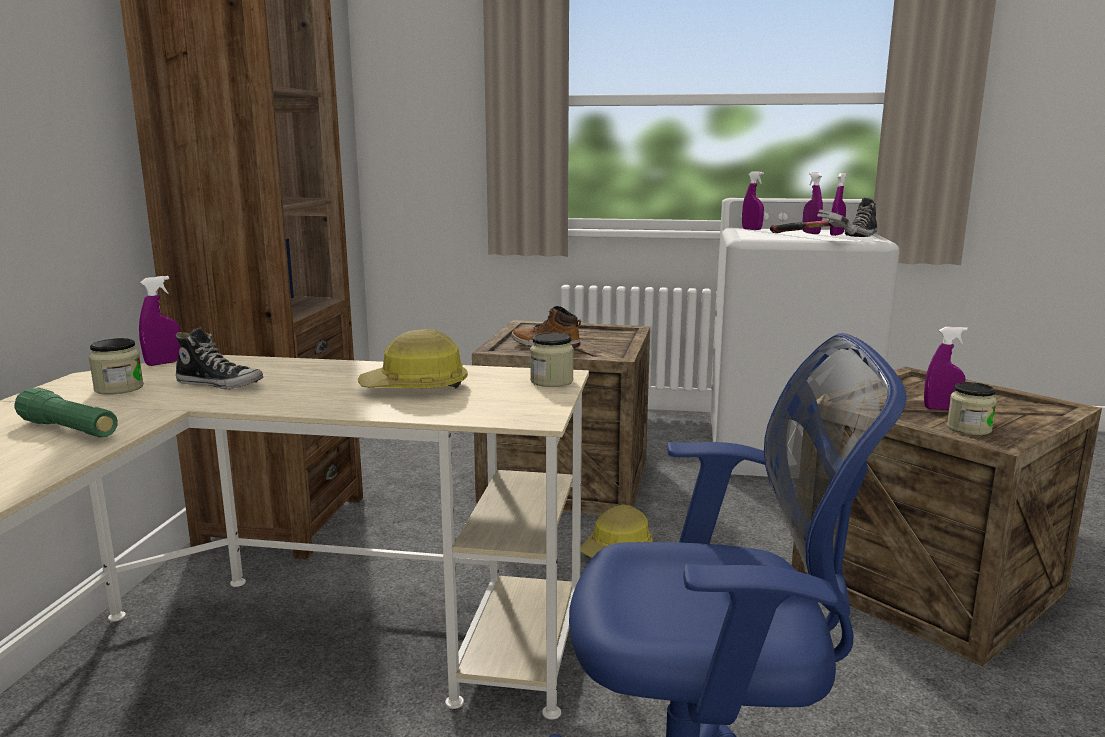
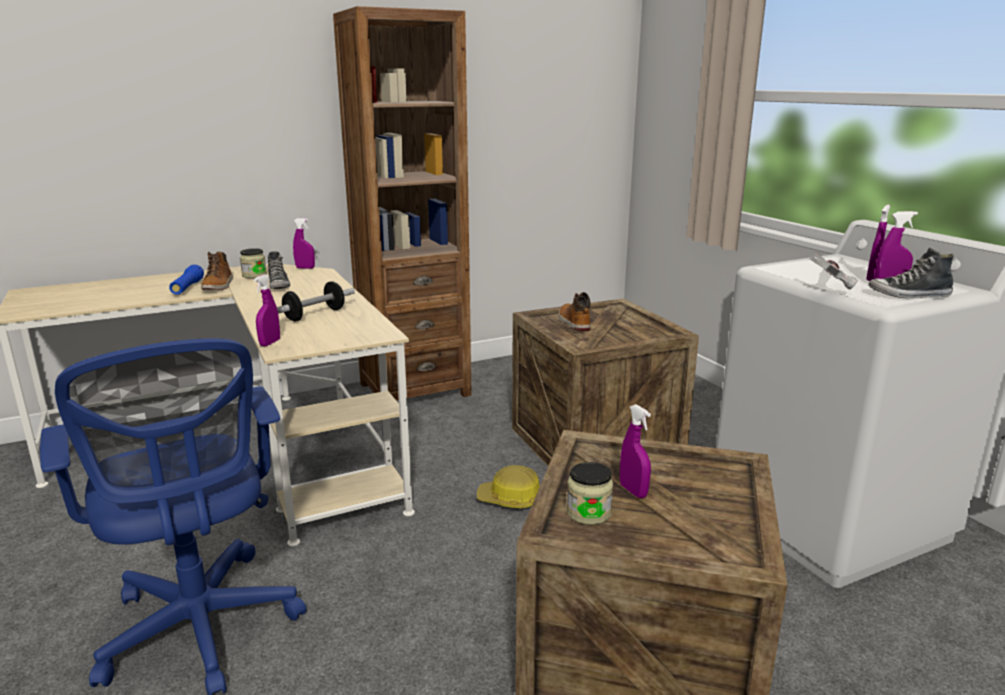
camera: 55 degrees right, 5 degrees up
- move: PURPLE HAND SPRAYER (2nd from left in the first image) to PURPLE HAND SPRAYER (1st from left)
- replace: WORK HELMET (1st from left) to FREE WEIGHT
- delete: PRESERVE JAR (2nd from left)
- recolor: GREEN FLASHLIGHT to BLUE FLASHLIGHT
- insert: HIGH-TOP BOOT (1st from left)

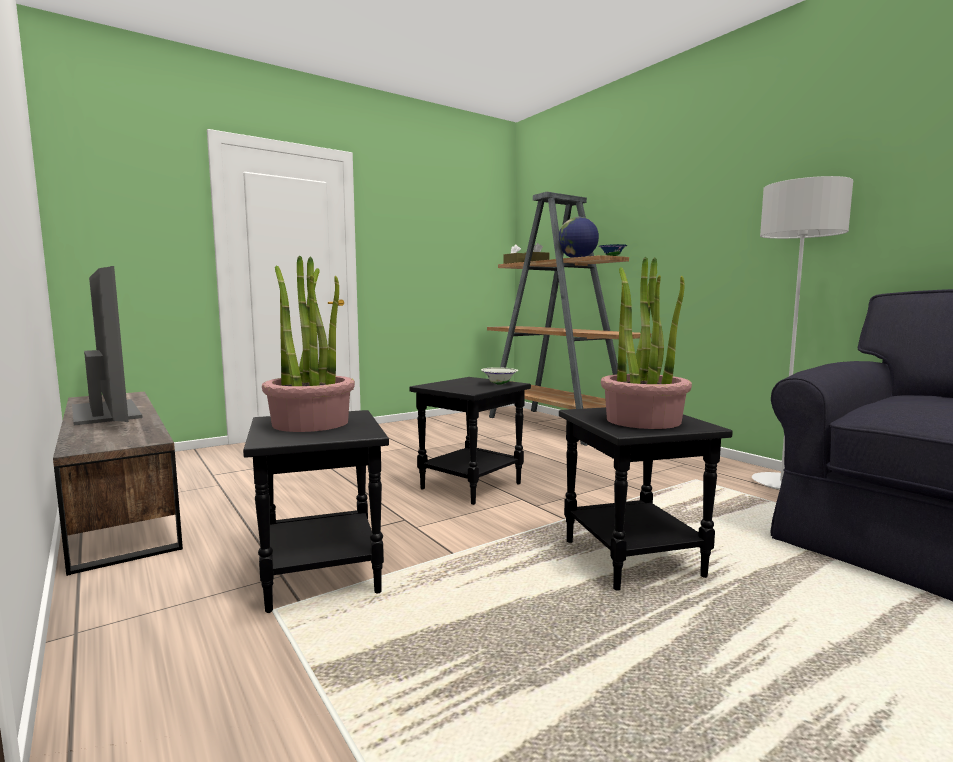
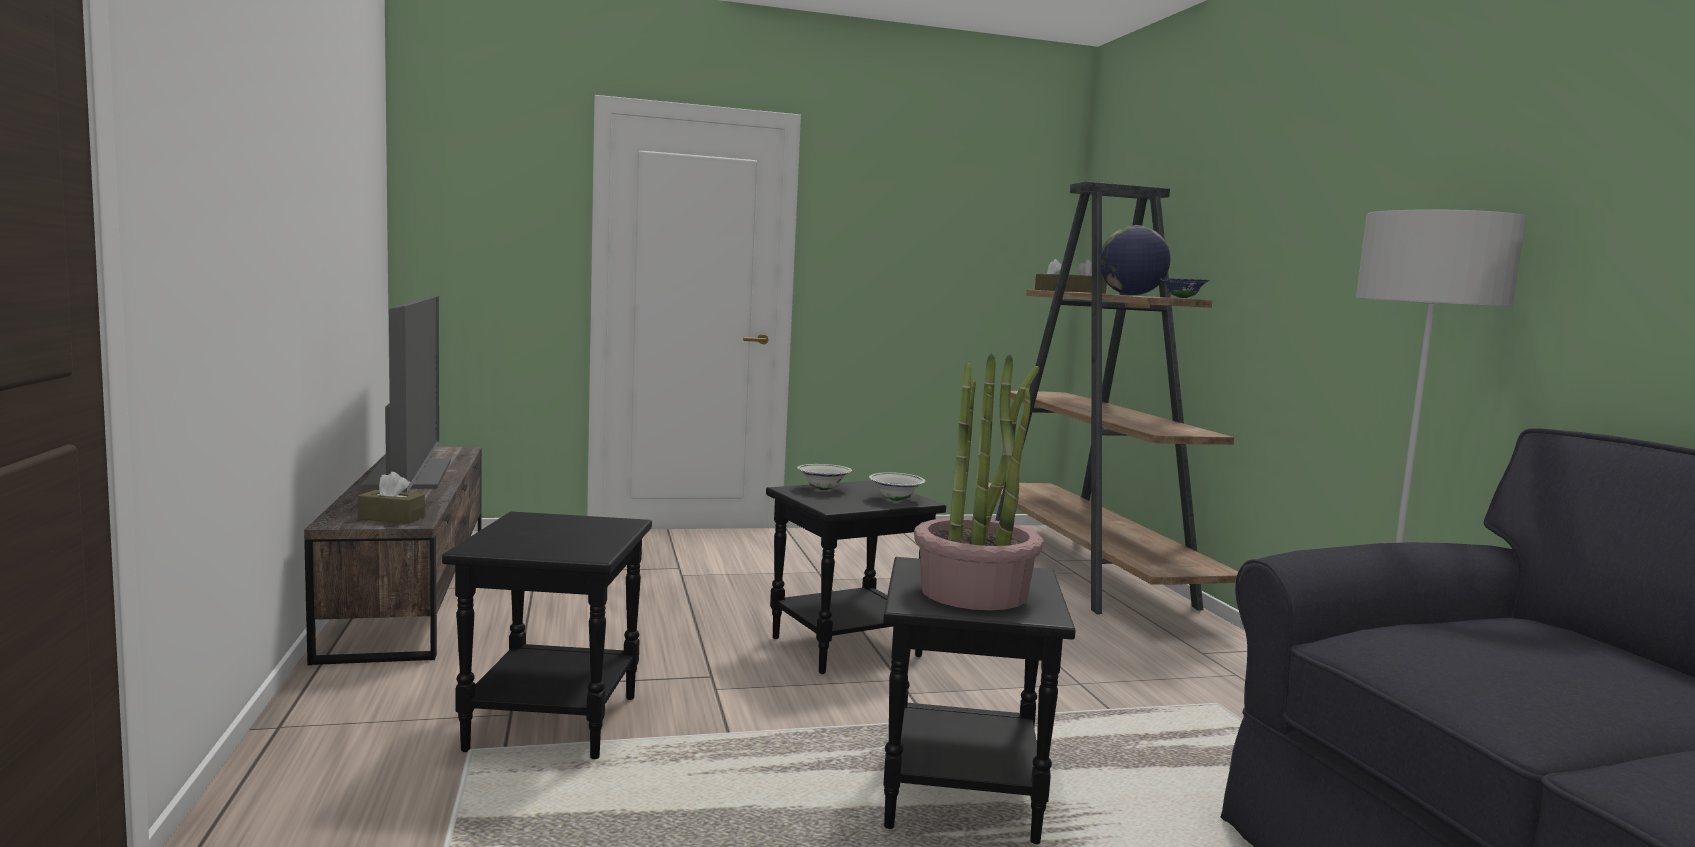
camera: 20 degrees right, 0 degrees up
- delete: PLANT IN A POT (1st from left)
- insert: WHITISH BOWL (1st from left)
- insert: BROWN TISSUE BOX (1st from left)

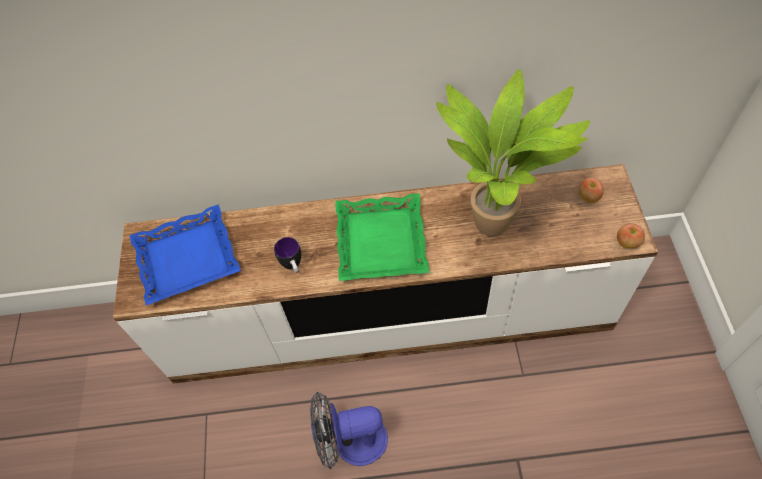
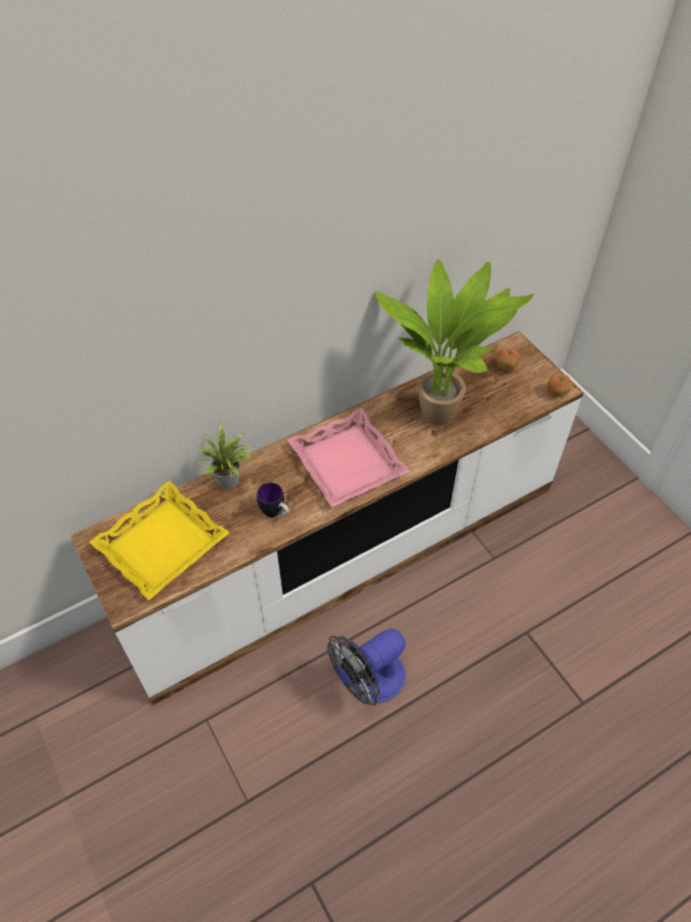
camera: 30 degrees left, 5 degrees down
- recolor: GREEN SERVING TRAY to PINK-COLOURED SERVING TRAY
- recolor: BLUE SERVING TRAY to YELLOW-COLOURED SERVING TRAY
- insert: PLANT IN A POT (1st from left)

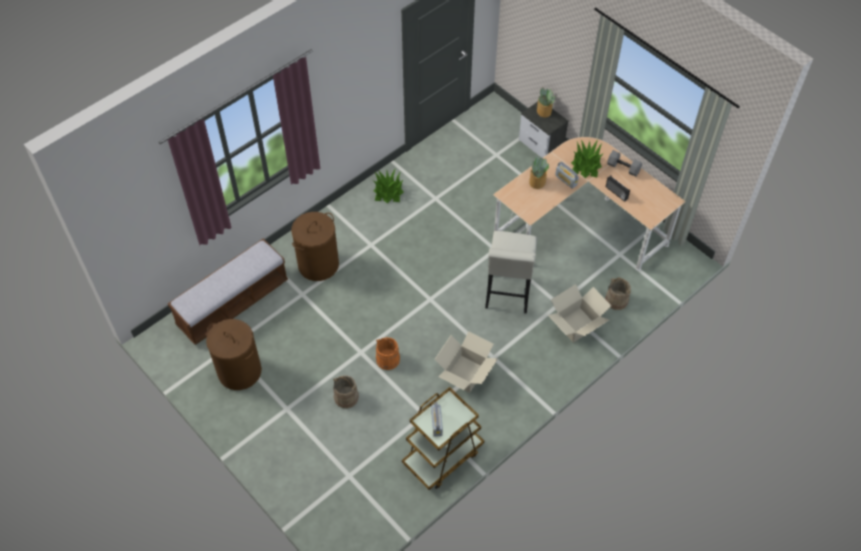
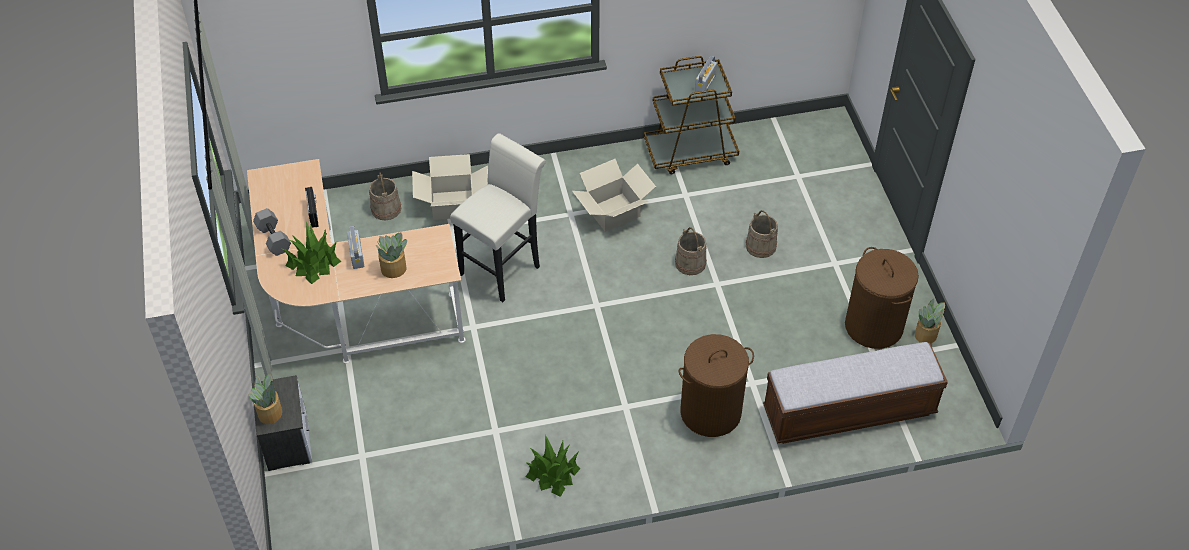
camera: 150 degrees left, 5 degrees down
- recolor: ORANGE PAIL to BEIGE PAIL (2nd from left)
- insert: PLANT IN A POT (5th from left)

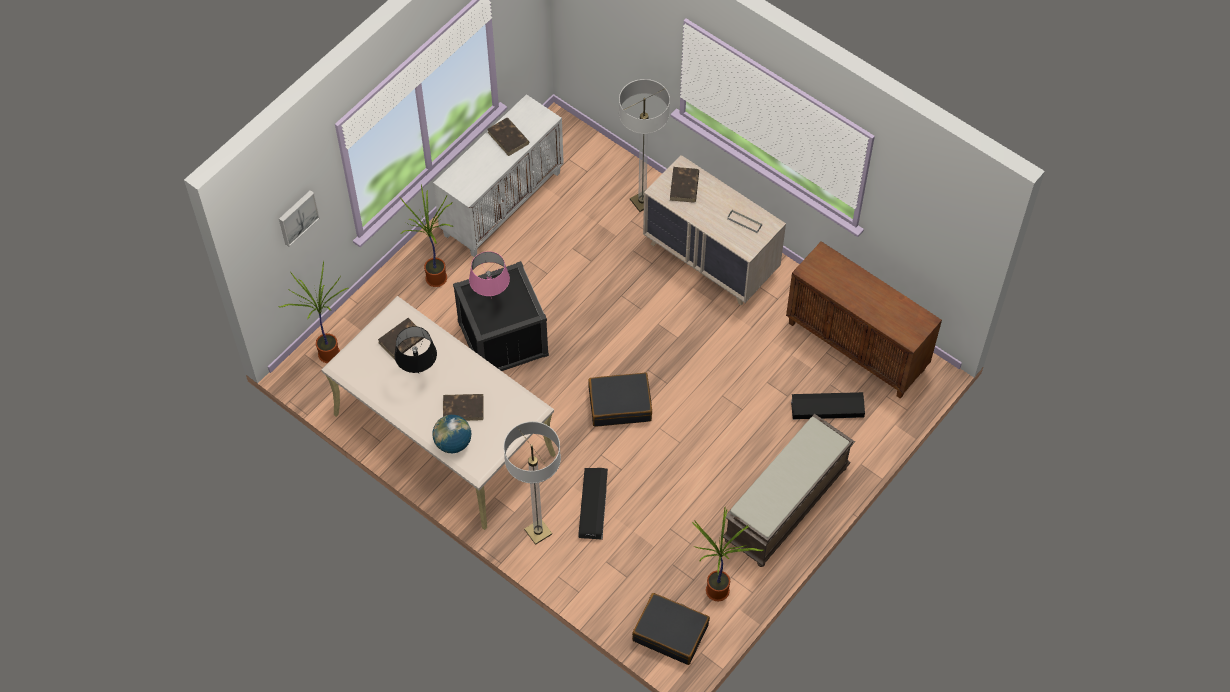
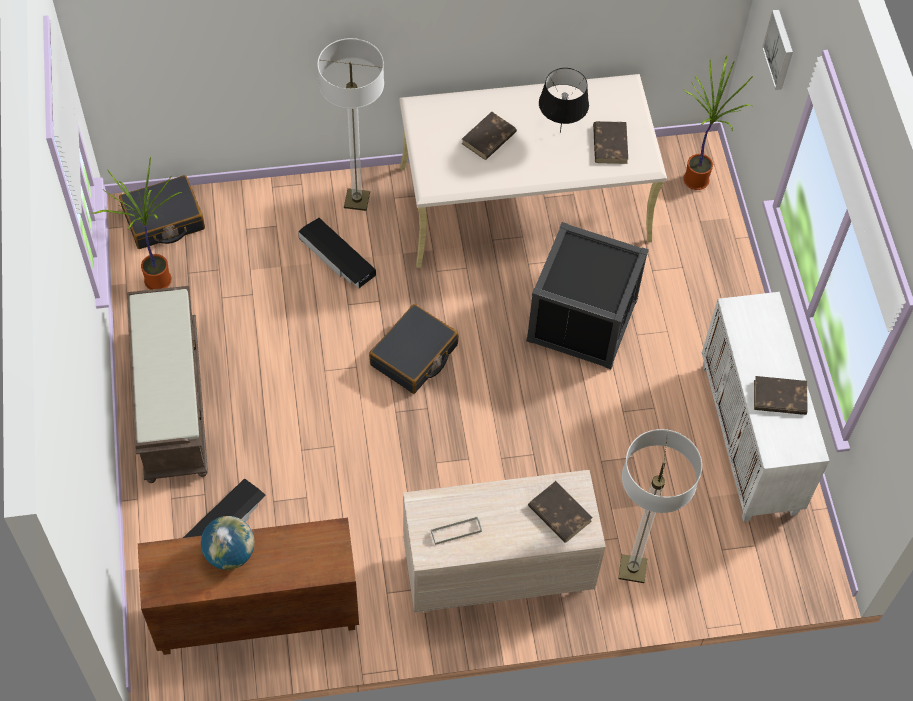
camera: 130 degrees right, 0 degrees up
- delete: PLANT IN A POT (2nd from left)
- delete: PINK-COLOURED TABLE LAMP
- move: GLOBE

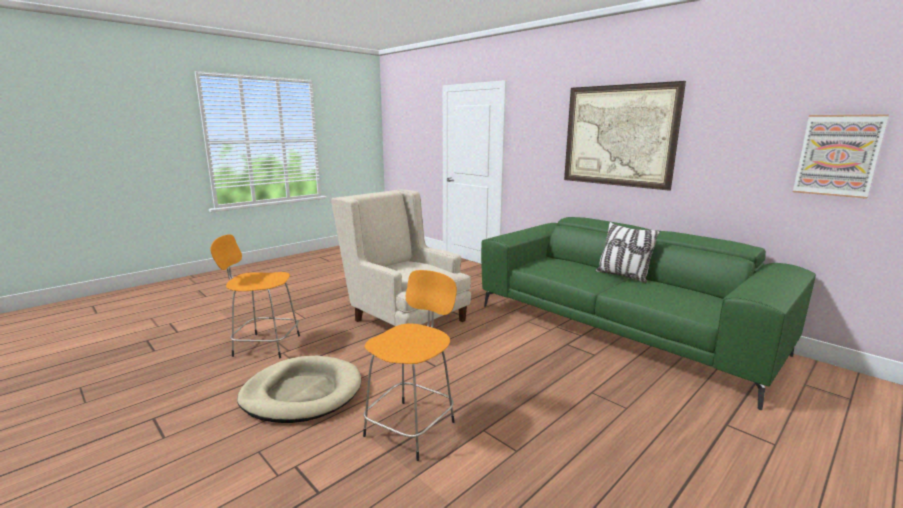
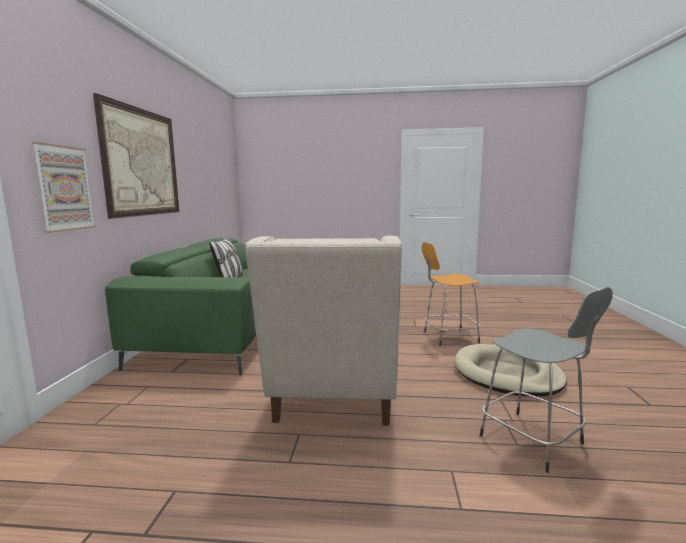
camera: 130 degrees left, 5 degrees down
- move: WALL ART (2nd from left in the first image) to WALL ART (1st from left)
- recolor: ORANGE STOOL (1st from left) to GREYISH STOOL

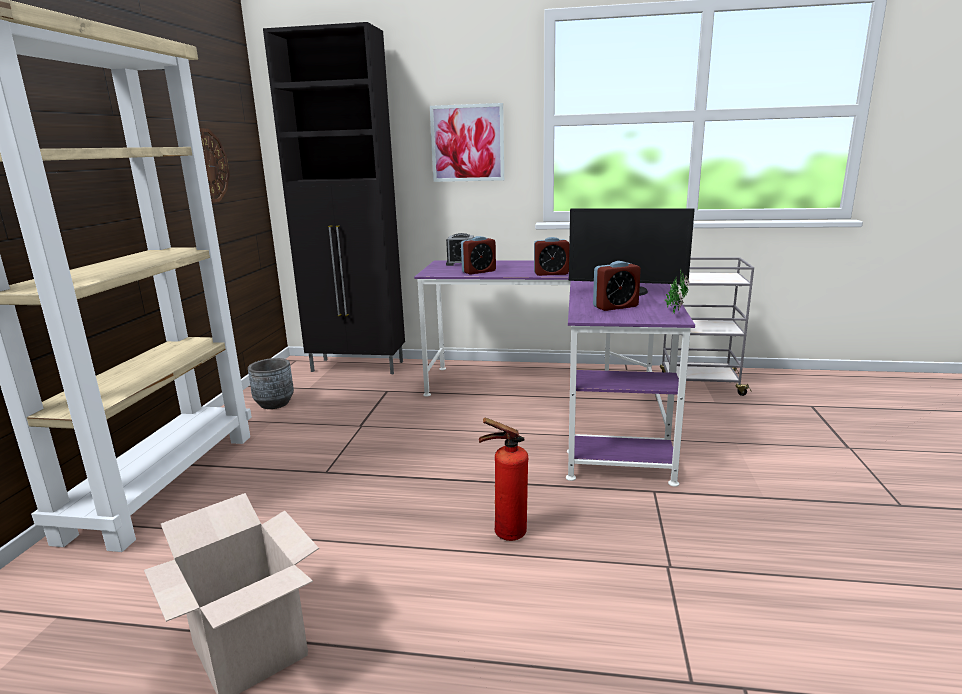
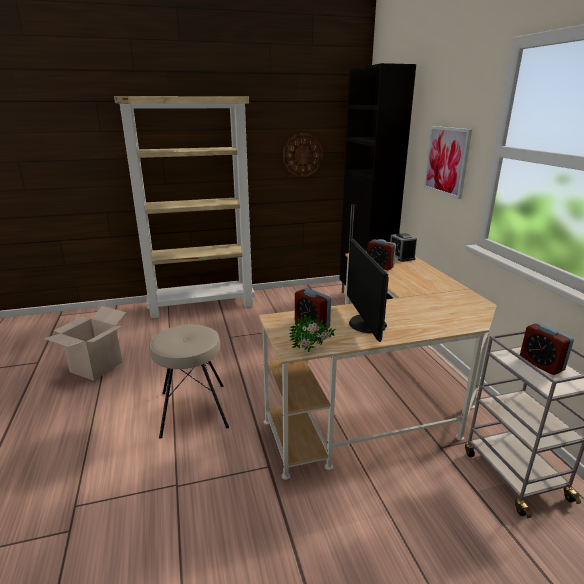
camera: 65 degrees right, 5 degrees up
- move: ALARM CLOCK (3rd from left in the first image) to ALARM CLOCK (4th from left)
- recolor: PURPLE DESK TABLE to BEIGE DESK TABLE
- delete: GREYISH PLANT POT
- replace: FIRE EXTINGUISHER to BEIGE STOOL

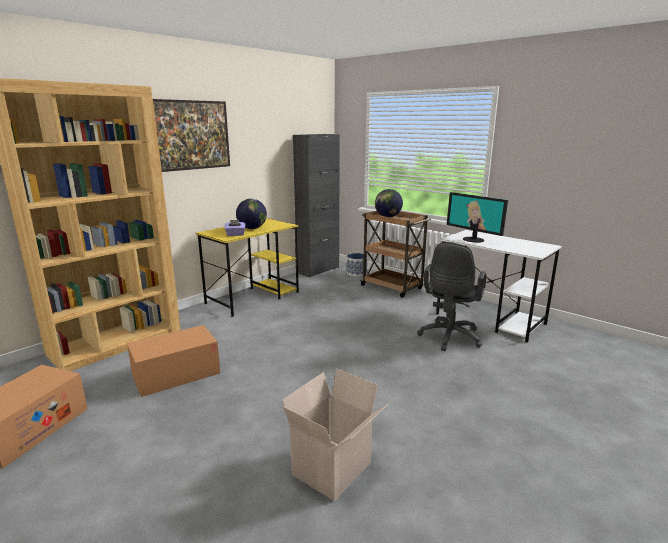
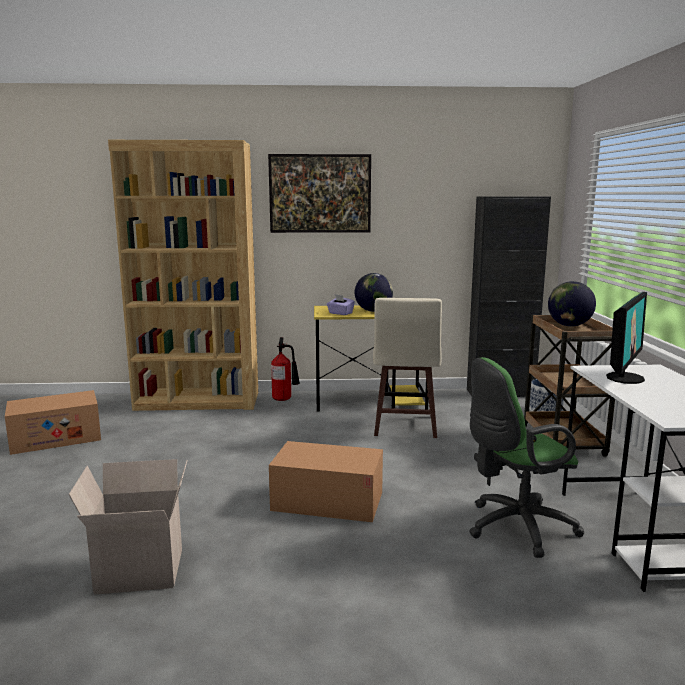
camera: 45 degrees right, 5 degrees down
- rotate: COMPUTER DISPLAY 150 degrees counterclockwise
- recolor: BLACKISH OFFICE CHAIR to GREEN OFFICE CHAIR
- move: PACKING BOX (2nd from left in the first image) to PACKING BOX (3rd from left)
- insert: BEIGE STOOL
- insert: FIRE EXTINGUISHER

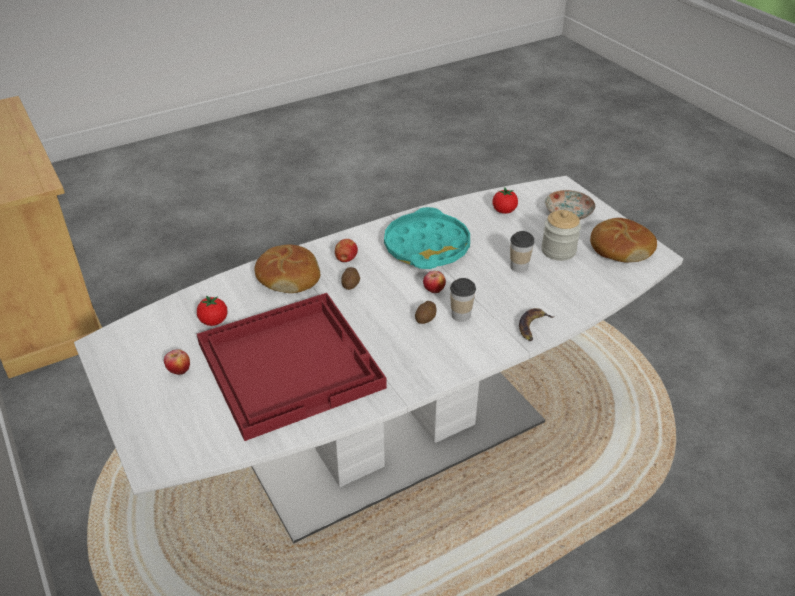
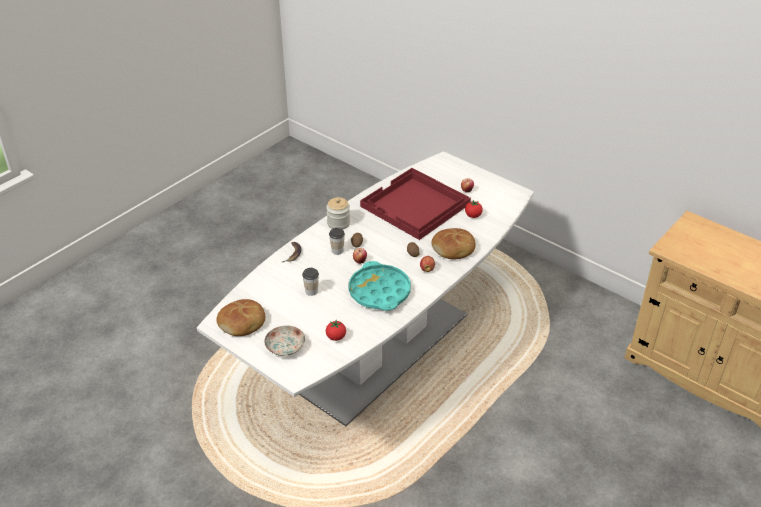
camera: 160 degrees right, 0 degrees up
- move: PRESERVE JAR

